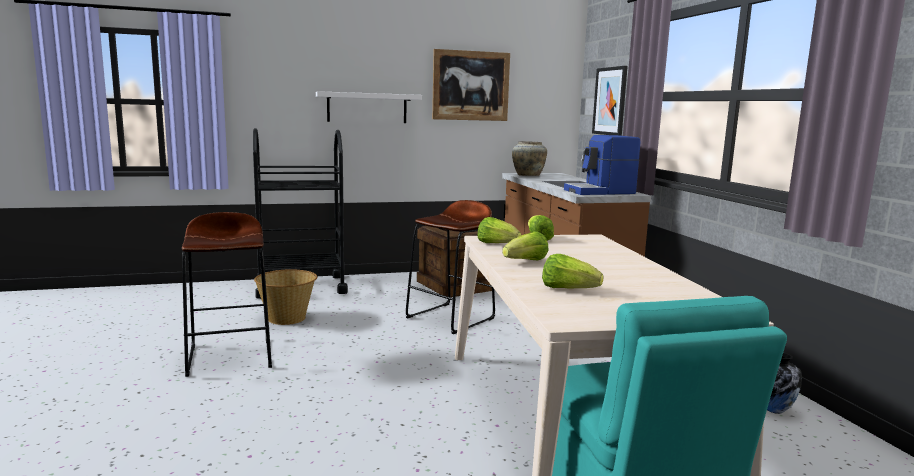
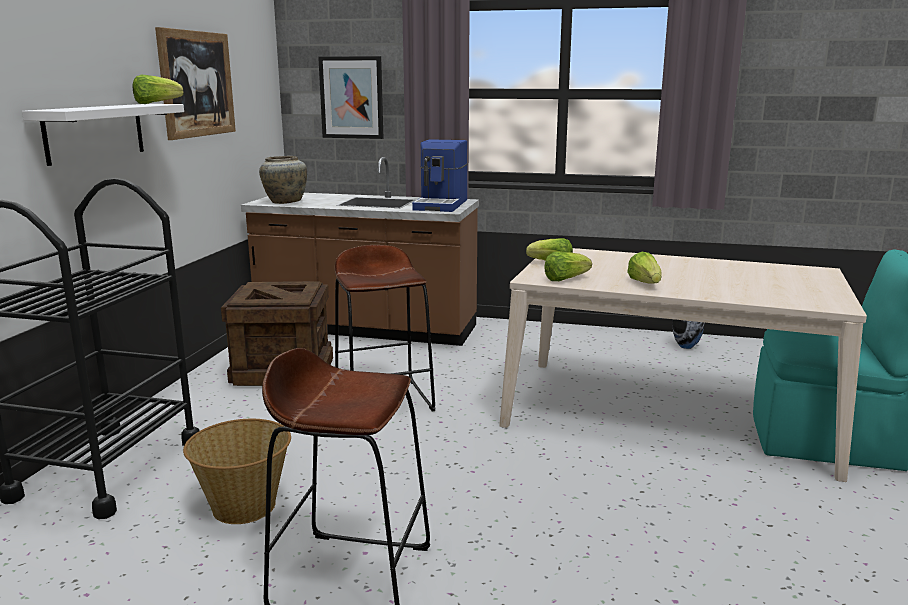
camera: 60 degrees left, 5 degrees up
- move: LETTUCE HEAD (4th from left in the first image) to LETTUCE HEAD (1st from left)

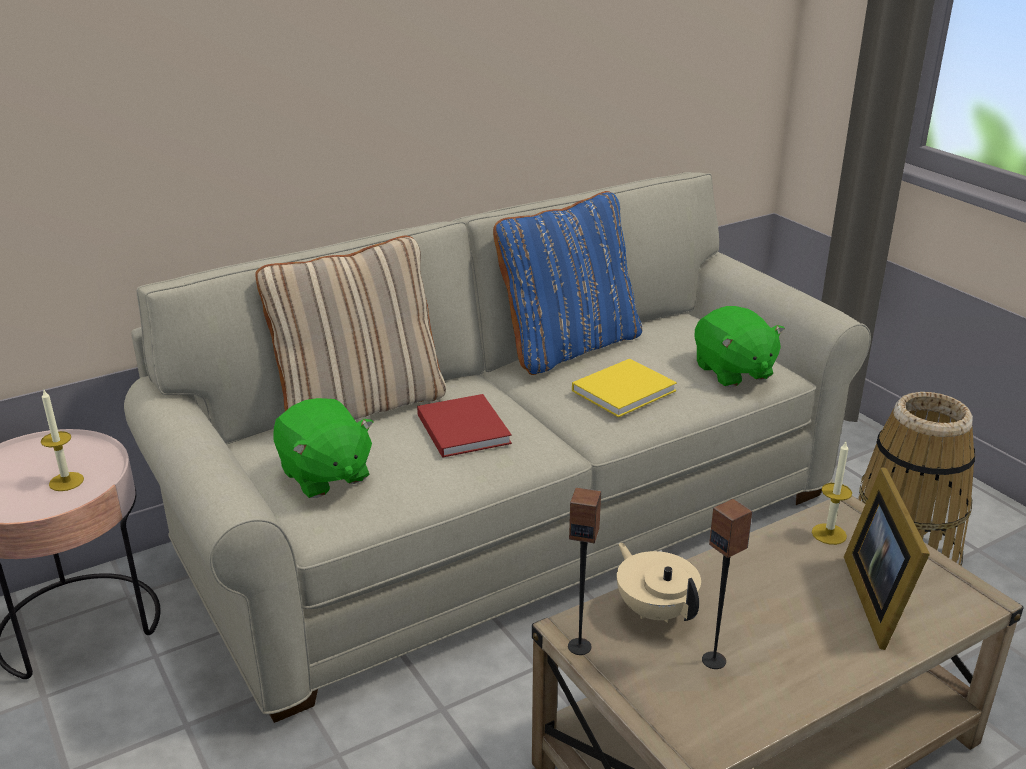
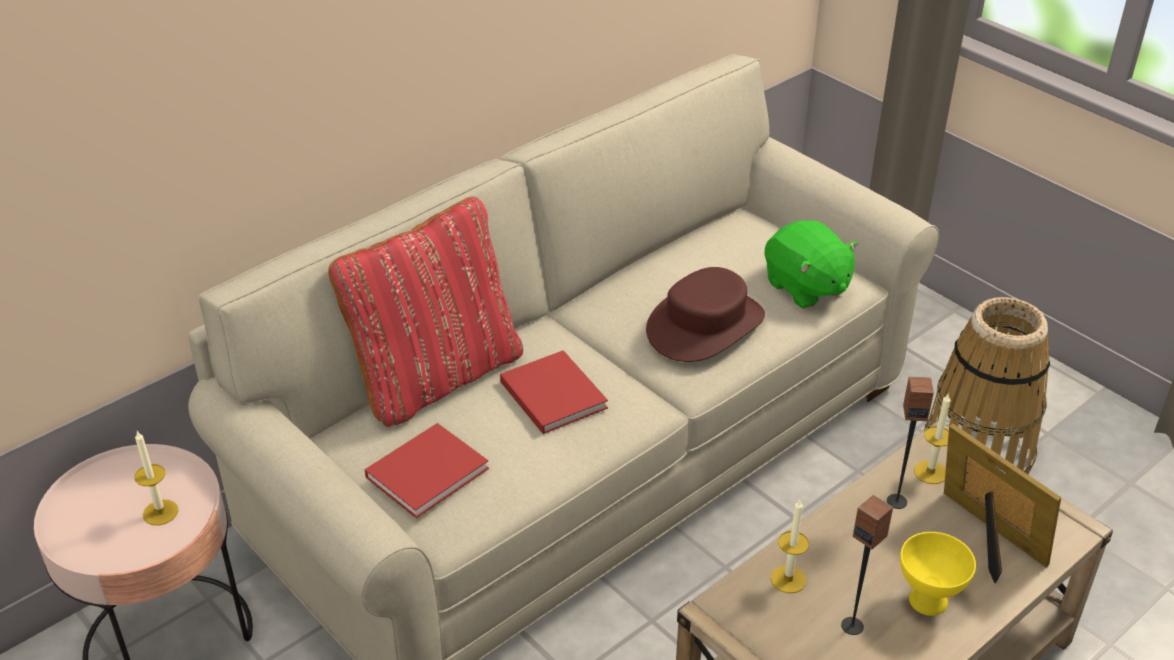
camera: 10 degrees left, 10 degrees up
- delete: BLUE THROW PILLOW
- recolor: BEIGE THROW PILLOW to REDDISH THROW PILLOW
- replace: YELLOW-COLOURED VOLUME to BROWN HAT
- replace: GREEN SOFT TOY (1st from left) to REDDISH VOLUME (1st from left)
- rotate: PICTURE FRAME 150 degrees clockwise
- move: SPEAKER (1st from left in the first image) to SPEAKER (2nd from left)
- replace: BEIGE POT FOR TEA to WAX CANDLE (2nd from left)
- insert: YELLOW-COLOURED BOWL

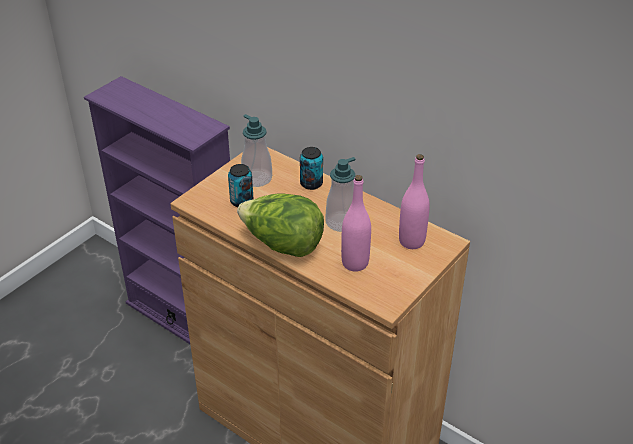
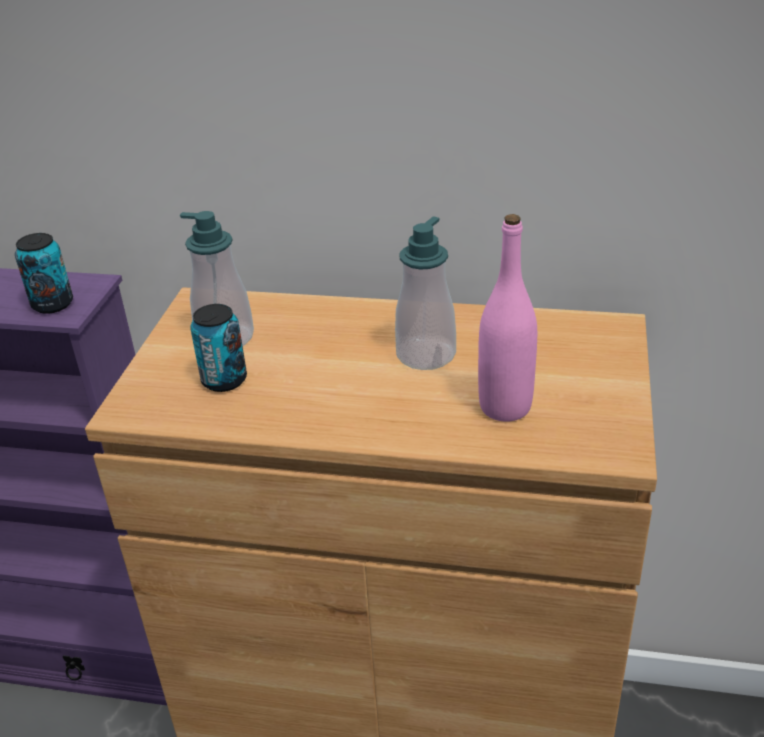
camera: 25 degrees left, 5 degrees down
- move: METAL CAN (2nd from left in the first image) to METAL CAN (1st from left)
- delete: PINK-COLOURED BEVERAGE BOTTLE (2nd from left)
- delete: LETTUCE HEAD

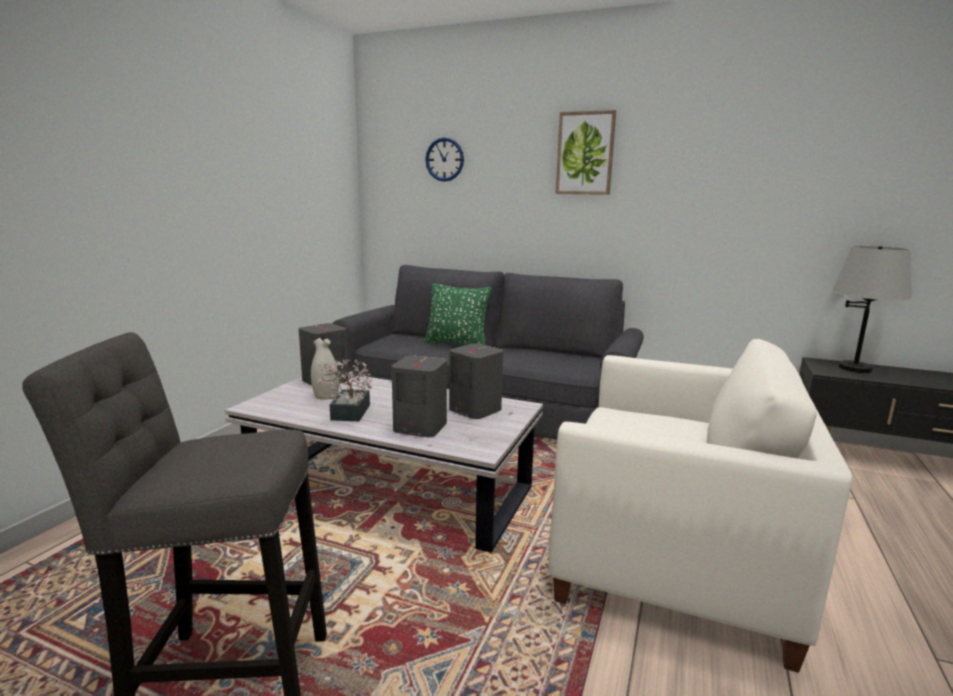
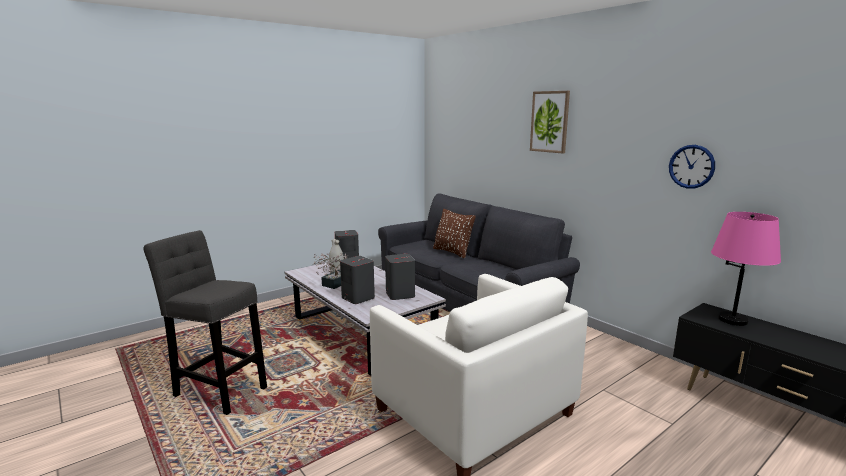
camera: 30 degrees right, 0 degrees up
- move: HANGING CLOCK
- recolor: GREYISH TABLE LAMP to PINK-COLOURED TABLE LAMP
- recolor: GREEN THROW PILLOW to BROWN THROW PILLOW

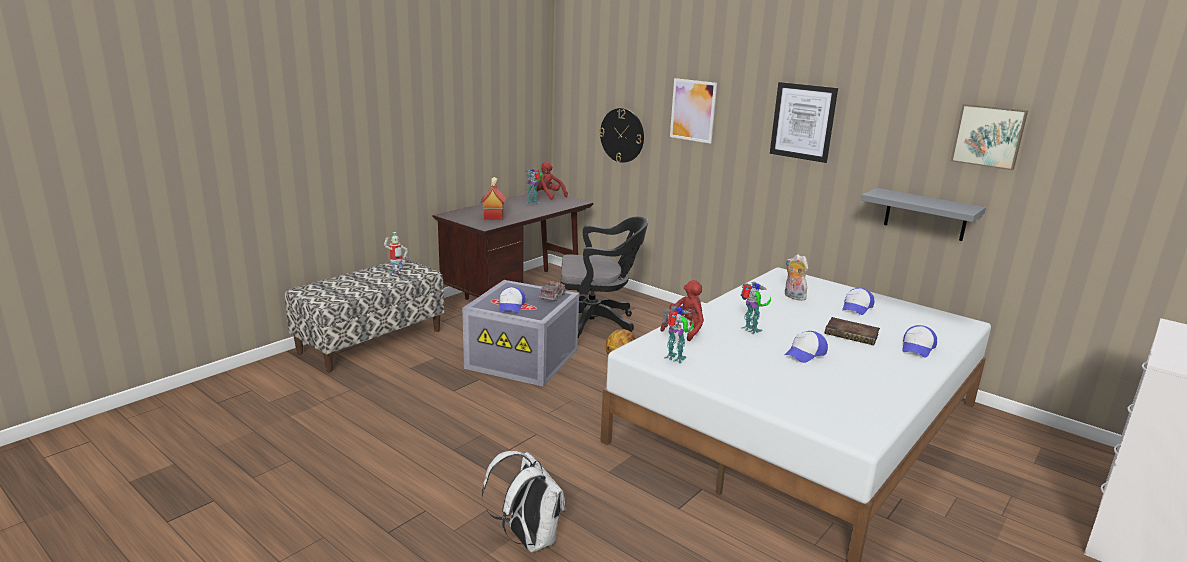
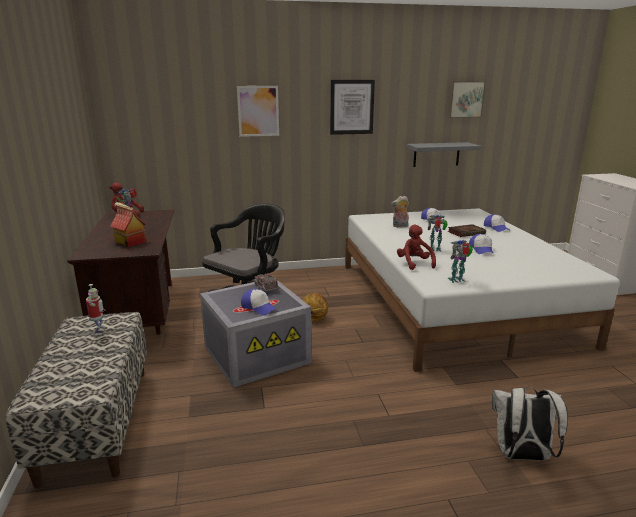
camera: 50 degrees left, 0 degrees up
- delete: HANGING CLOCK

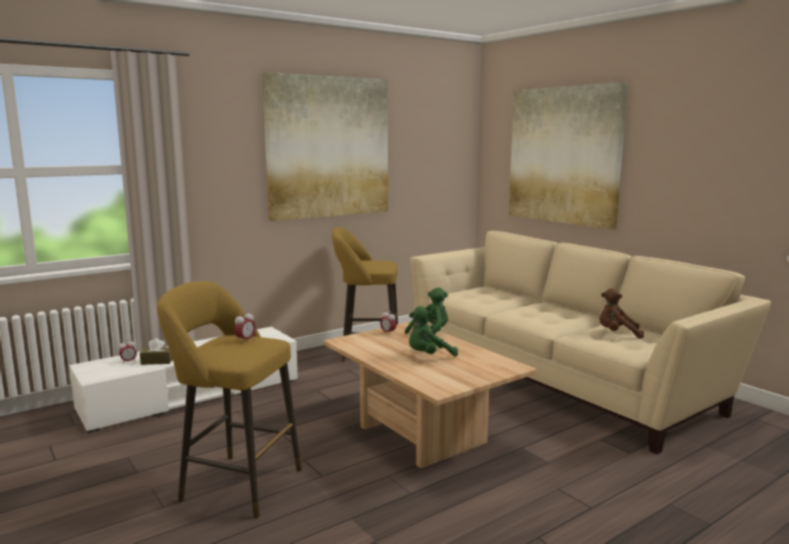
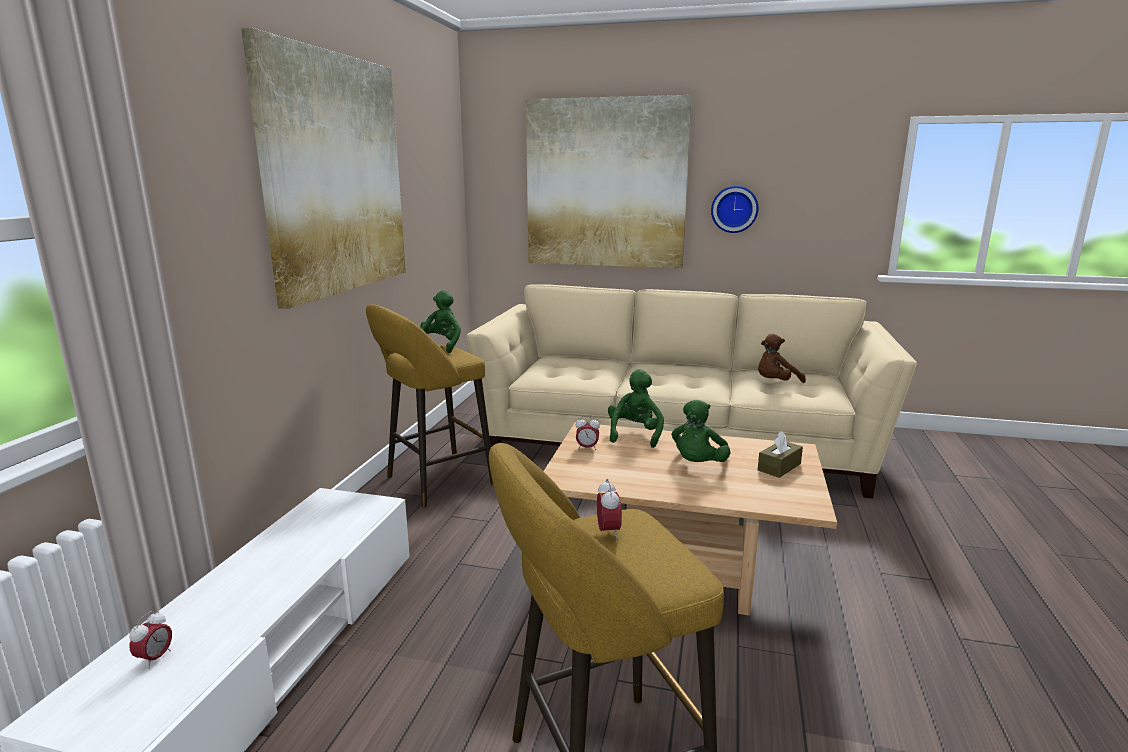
camera: 40 degrees left, 5 degrees up
- move: BROWN TISSUE BOX
- insert: HANGING CLOCK
- insert: GREEN SOFT TOY (1st from left)

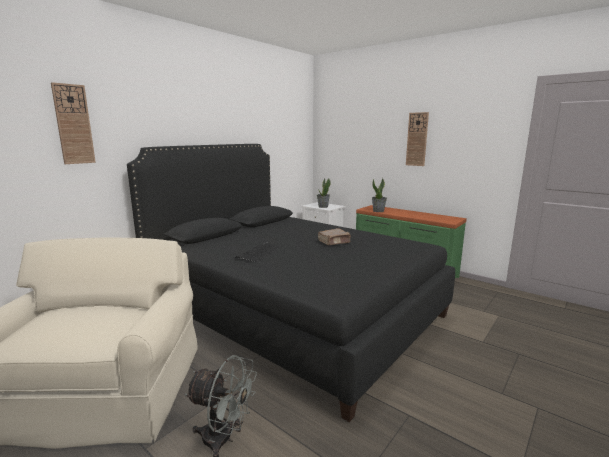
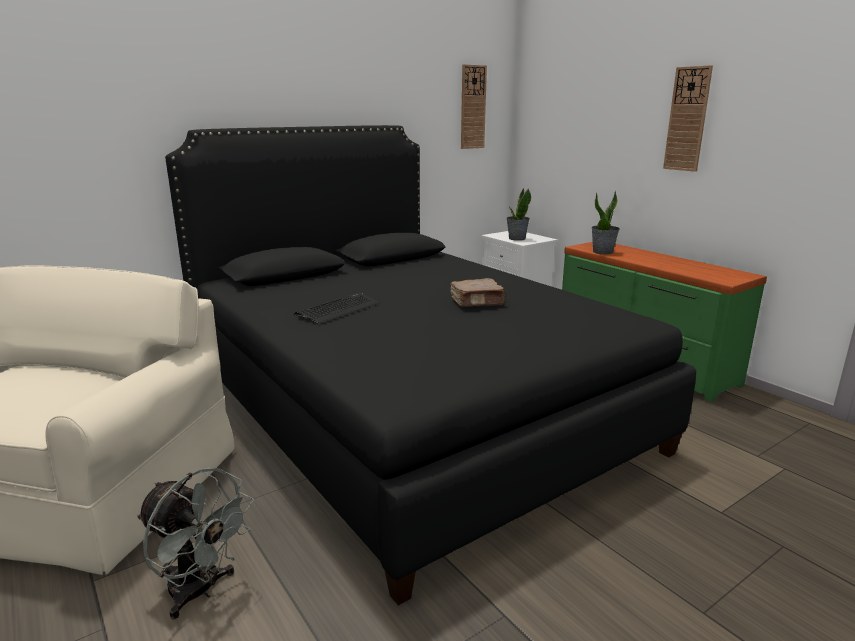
camera: 15 degrees right, 5 degrees up
- move: HANGING CLOCK (1st from left)

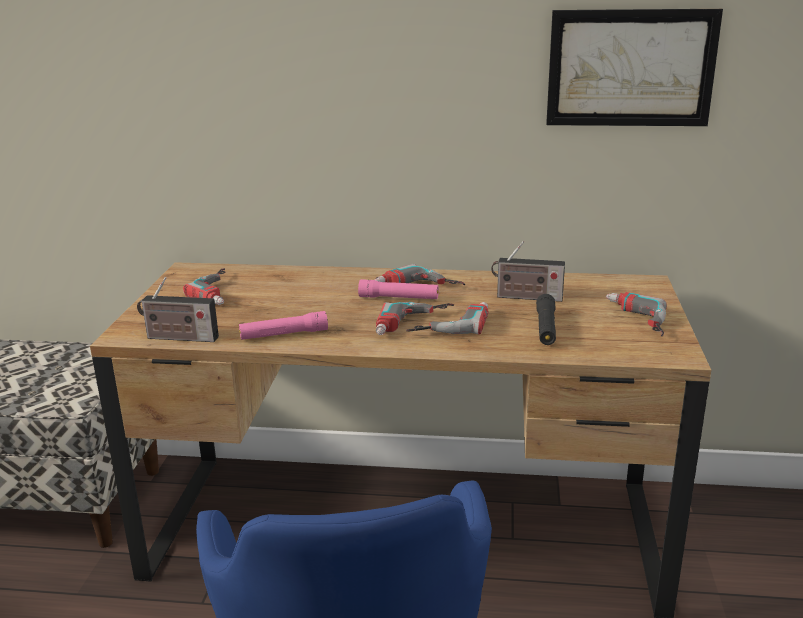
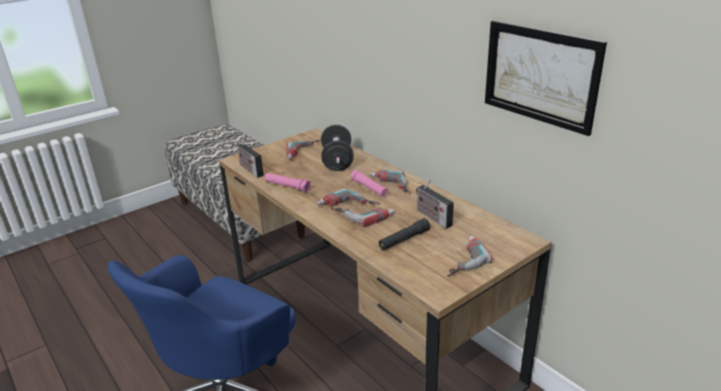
camera: 45 degrees right, 5 degrees up
- insert: BLACKISH FREE WEIGHT

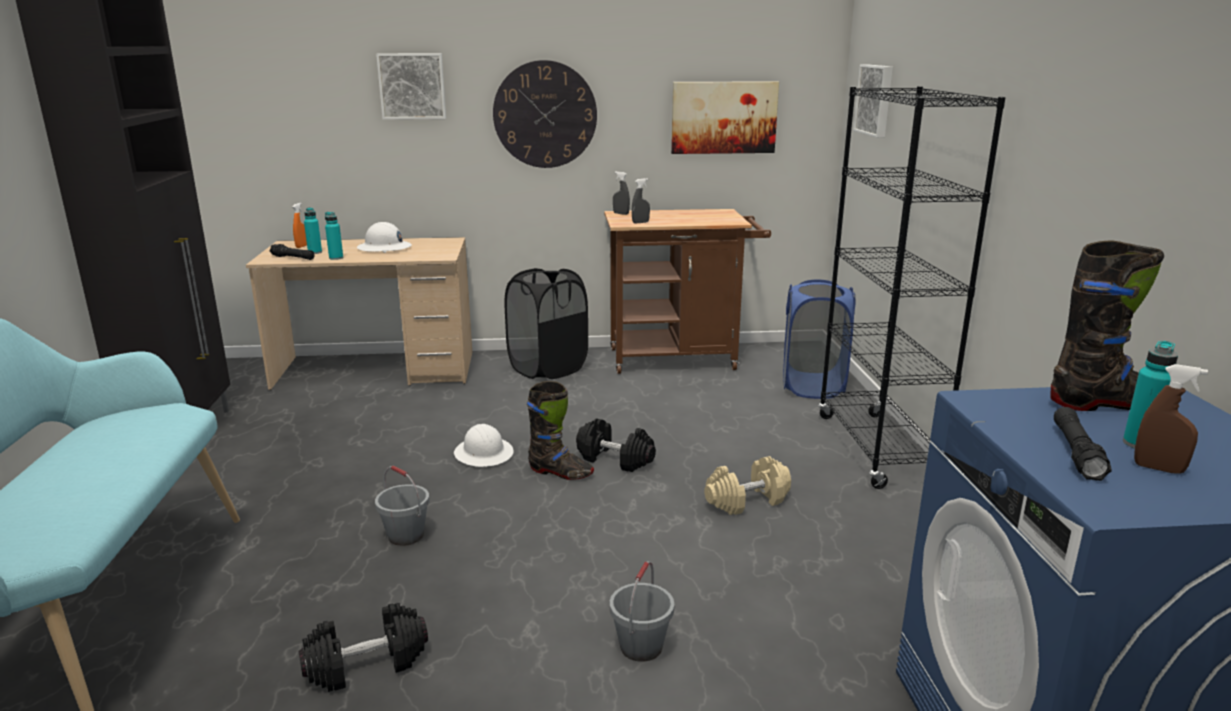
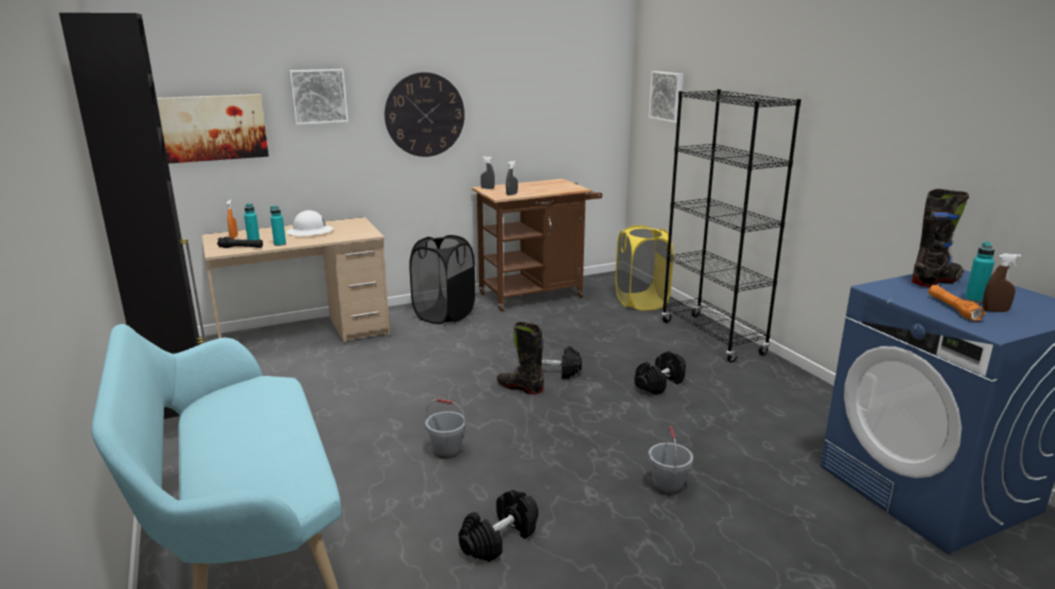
camera: 20 degrees left, 0 degrees up
- move: WALL ART (2nd from left in the first image) to WALL ART (1st from left)
- recolor: BLUE HAMPER to YELLOW-COLOURED HAMPER
- rotate: BLACKISH HIGH-TOP BOOT (1st from left) 150 degrees counterclockwise
- recolor: BLACKISH FLASHLIGHT (2nd from left) to ORANGE FLASHLIGHT
- delete: WHITISH WORK HELMET (2nd from left)
- recolor: BEIGE FREE WEIGHT to BLACKISH FREE WEIGHT (3rd from left)

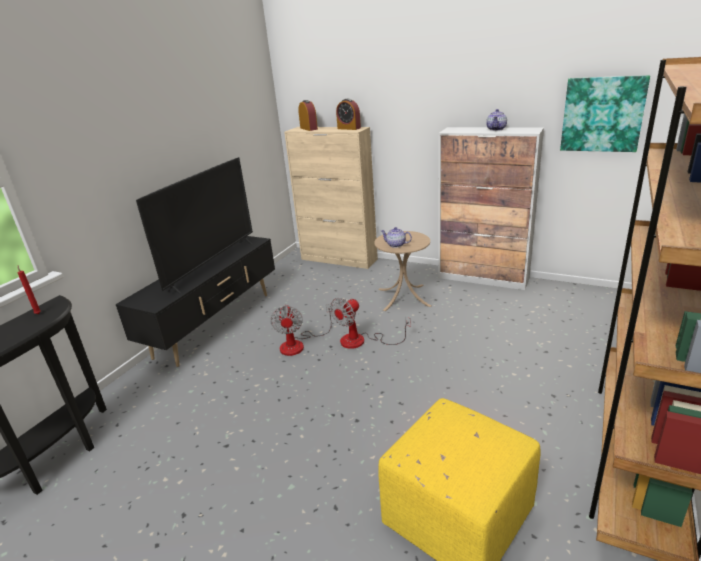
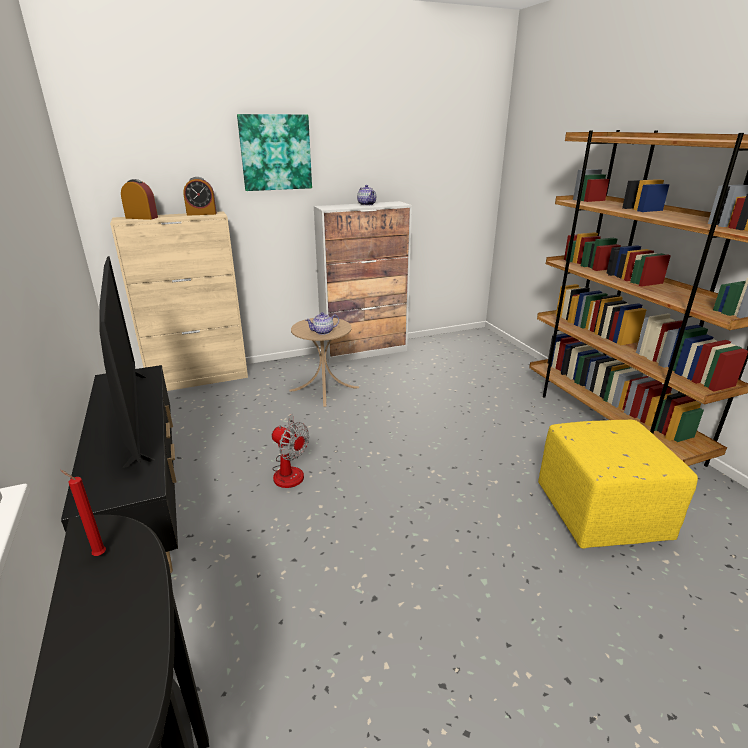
camera: 50 degrees left, 0 degrees up
- move: WALL ART
- delete: FAN (2nd from left)

